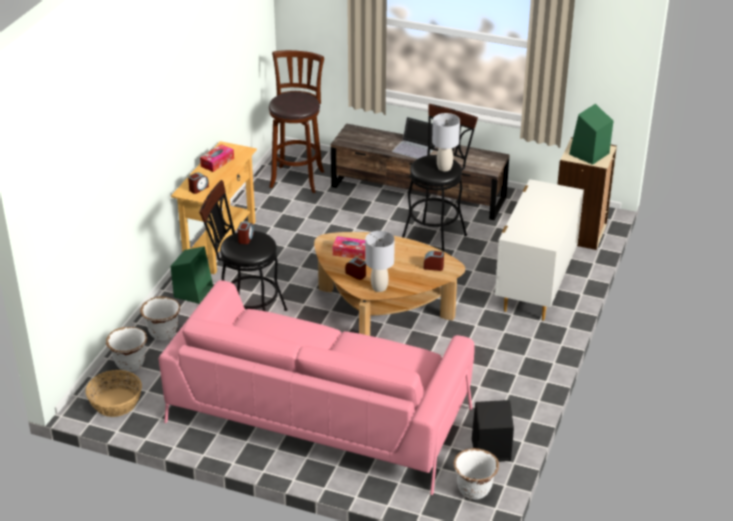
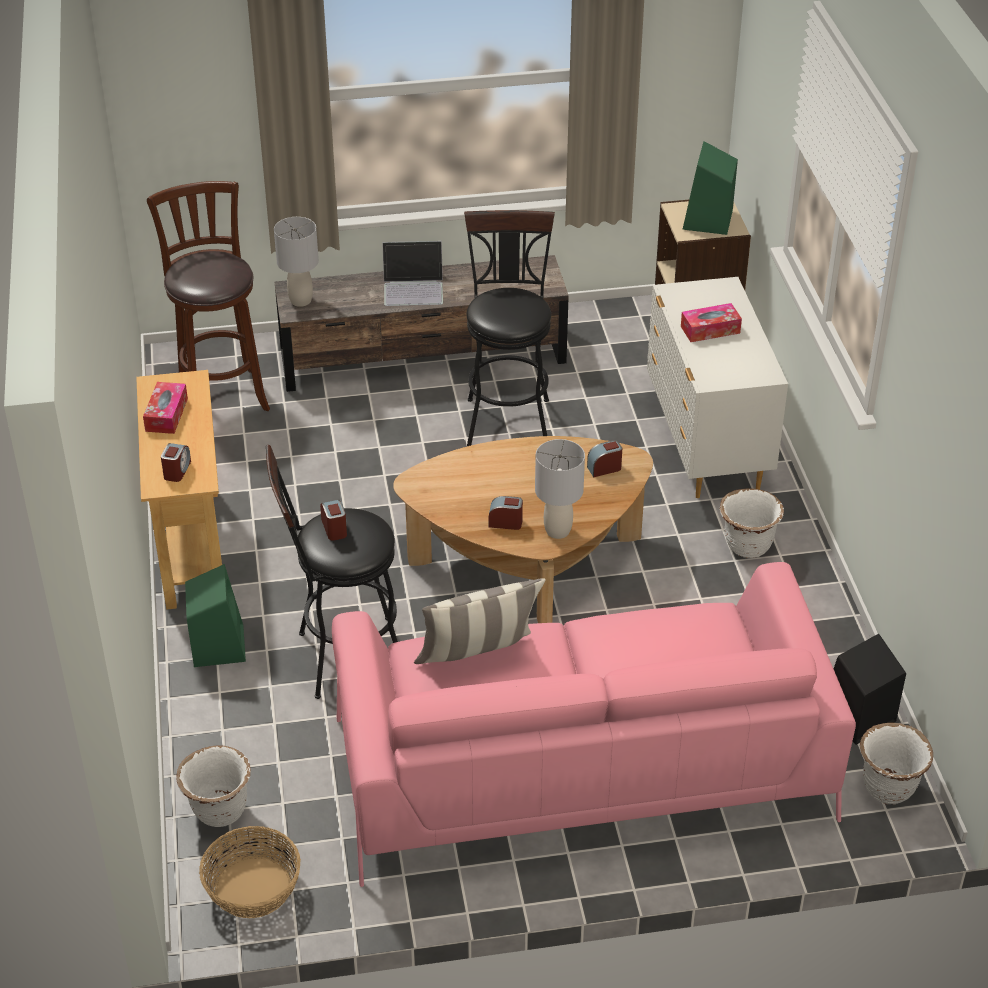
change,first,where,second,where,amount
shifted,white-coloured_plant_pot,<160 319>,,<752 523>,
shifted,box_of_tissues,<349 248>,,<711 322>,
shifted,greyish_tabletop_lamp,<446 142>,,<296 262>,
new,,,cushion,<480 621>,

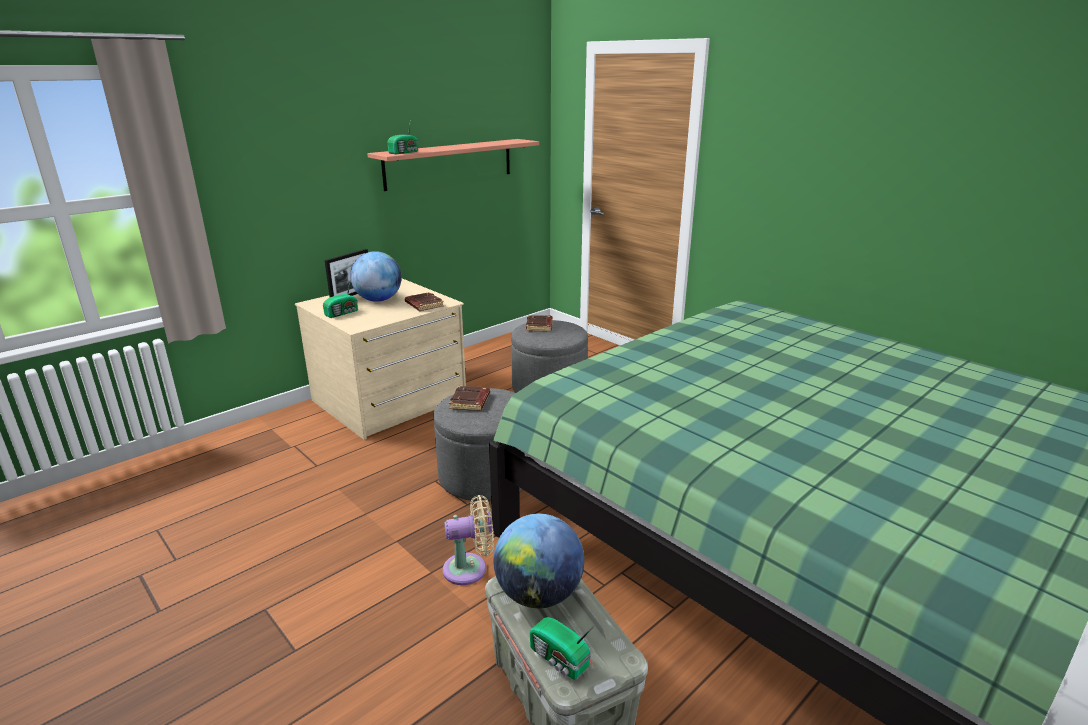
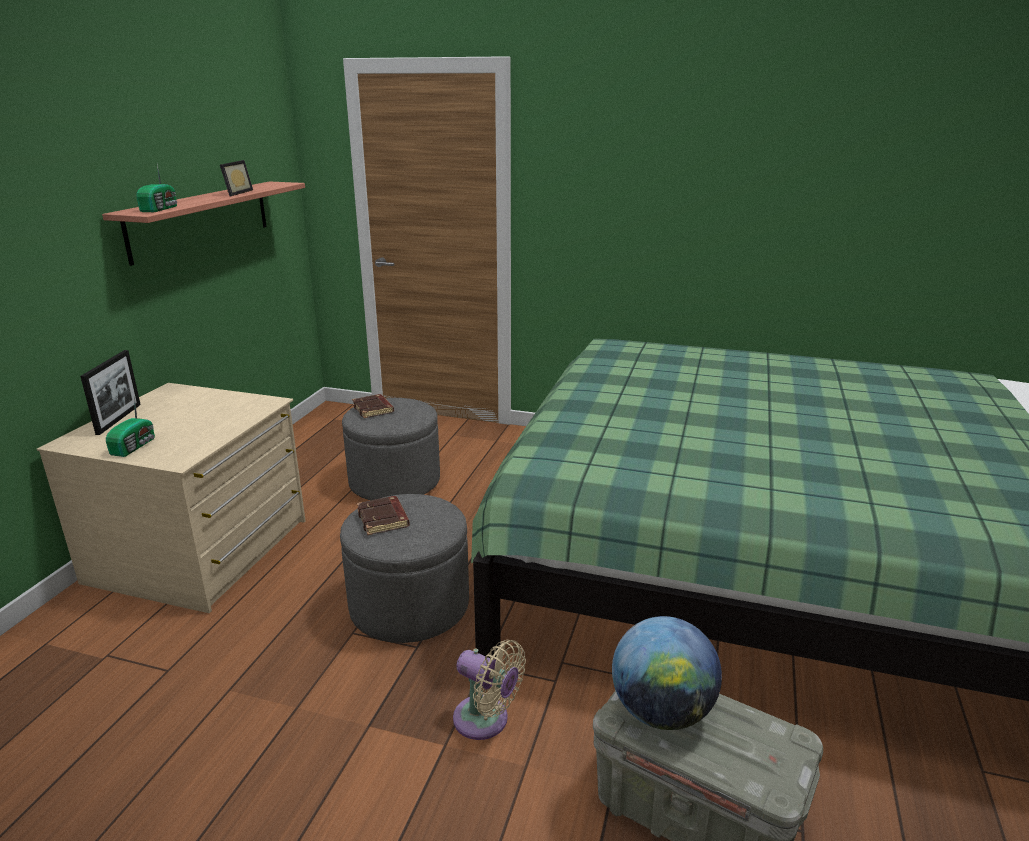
change,first,where,second,where,amount
gone,desk_globe,<376 276>,,,
gone,brownish_volume,<424 301>,,,
rotated,beige_cooling_fan,<468 540>,,<489 690>,75 degrees clockwise
gone,radio_receiver,<563 648>,,,
new,,,photo_frame,<236 178>,

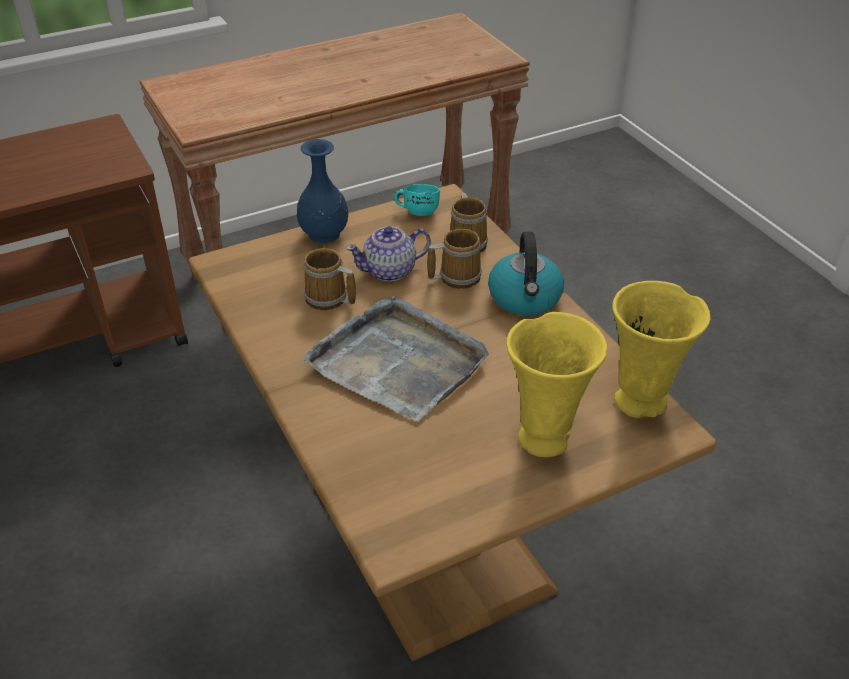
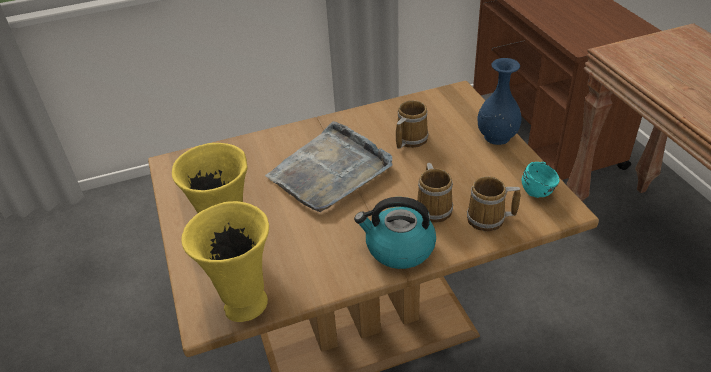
change,first,where,second,where,amount
gone,tea_pot,<388 254>,,,

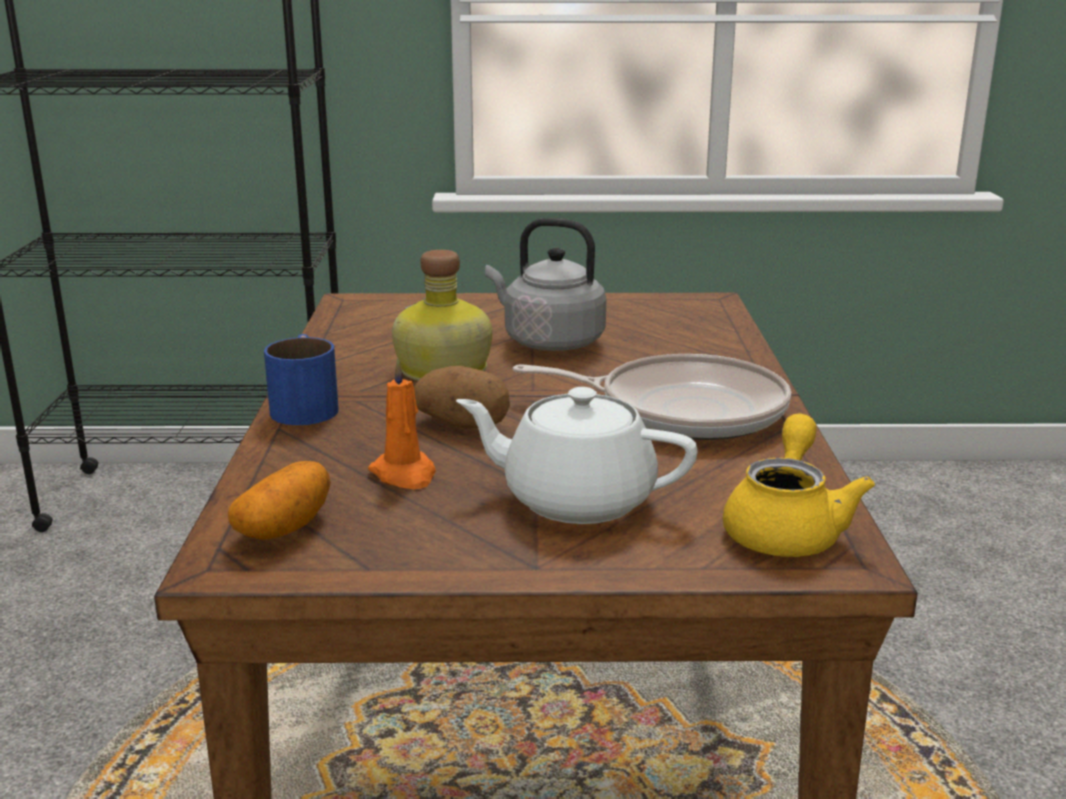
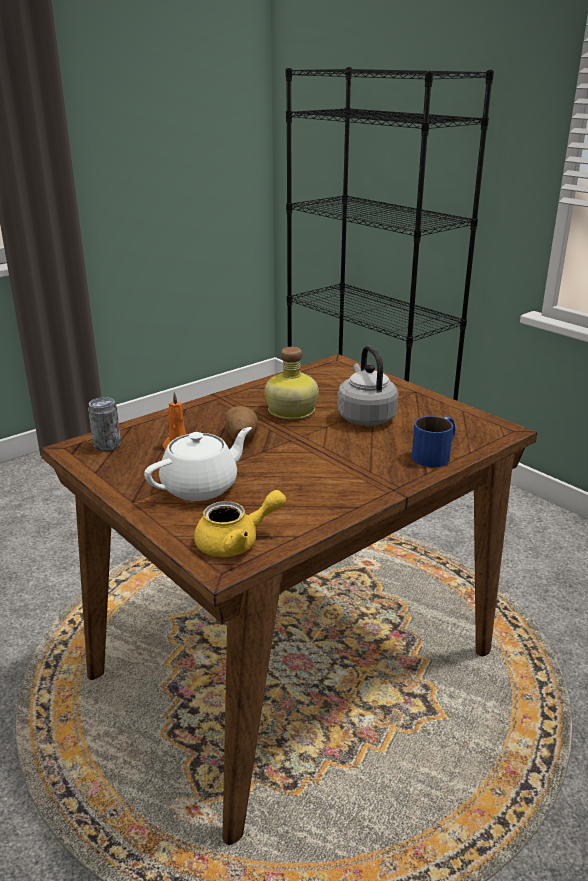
change,first,where,second,where,amount
swapped,whole_potato,<279 500>,sealed_can,<104 424>,
shifted,blue_coffee_mug,<301 379>,,<433 441>,
rotated,white-coloured_tea_pot,<577 455>,,<198 464>,75 degrees clockwise
gone,frying_pan,<652 397>,,,

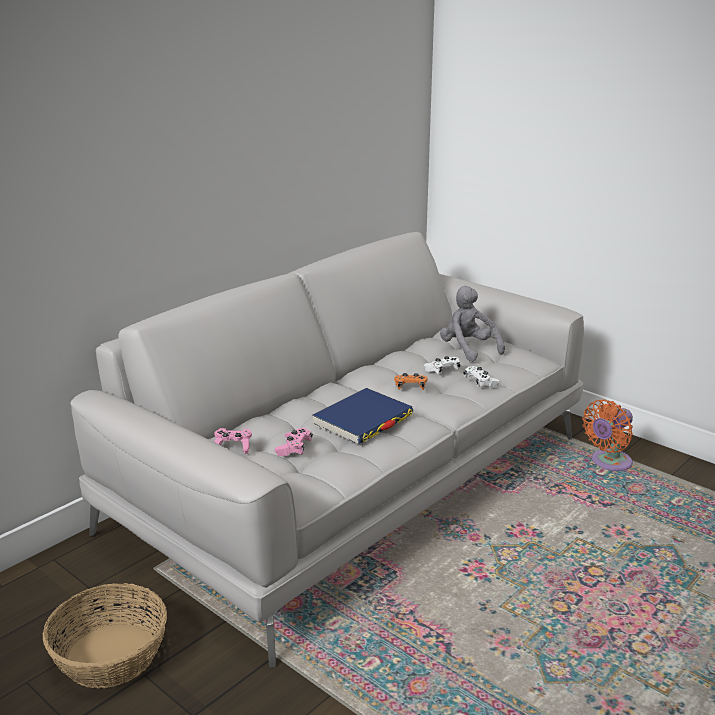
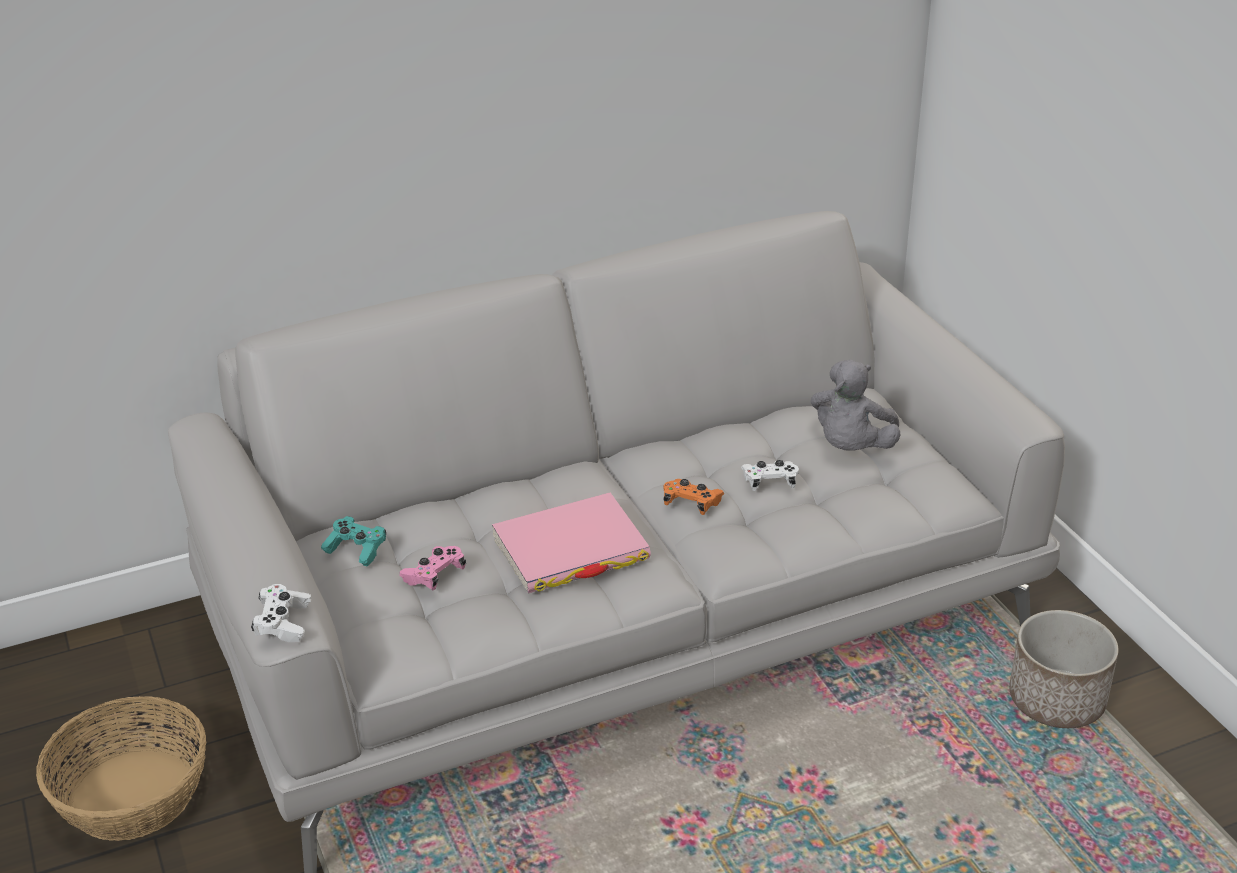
change,first,where,second,where,amount
repainted,pink_gamepad,<233 441>,turquoise-coloured_gamepad,<353 541>,
repainted,blue_volume,<362 416>,pink_volume,<571 543>,
rotated,greyish_cuddly_toy,<472 324>,,<855 405>,150 degrees counterclockwise
shifted,white-coloured_gamepad,<482 377>,,<281 613>,
swapped,orangey_cooling_fan,<607 435>,plant_pot,<1064 669>,

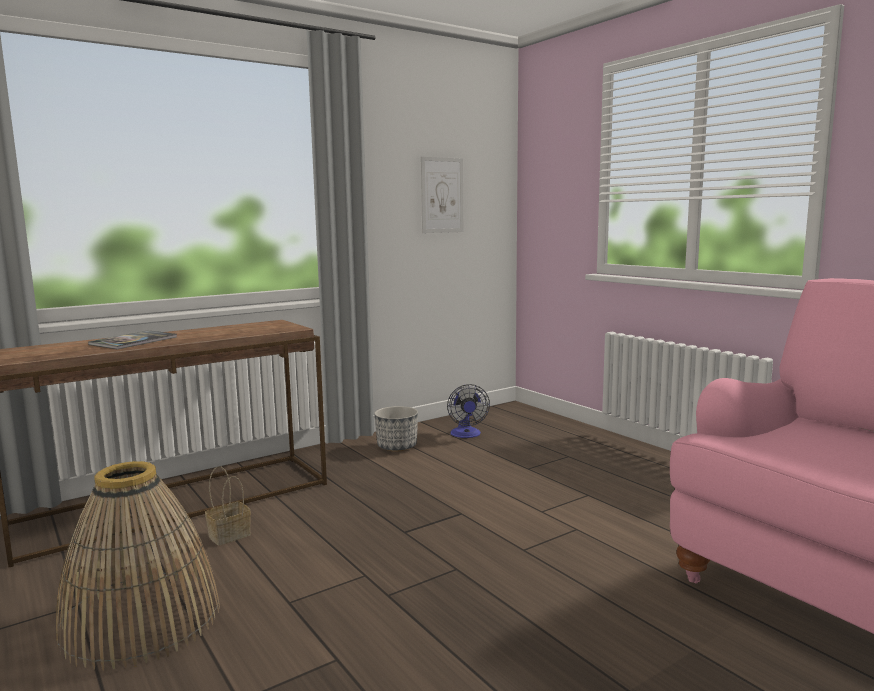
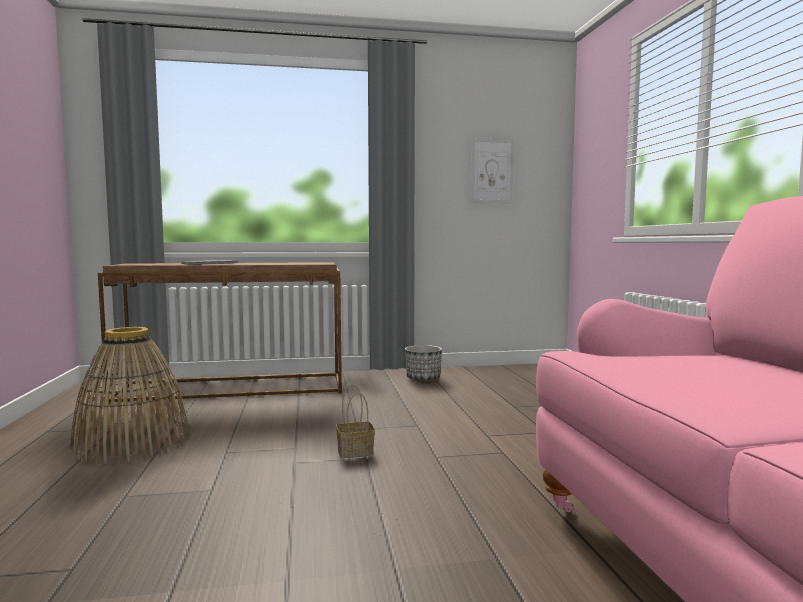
change,first,where,second,where,amount
shifted,basket,<228 506>,,<355 421>,
gone,cooling_fan,<468 411>,,,

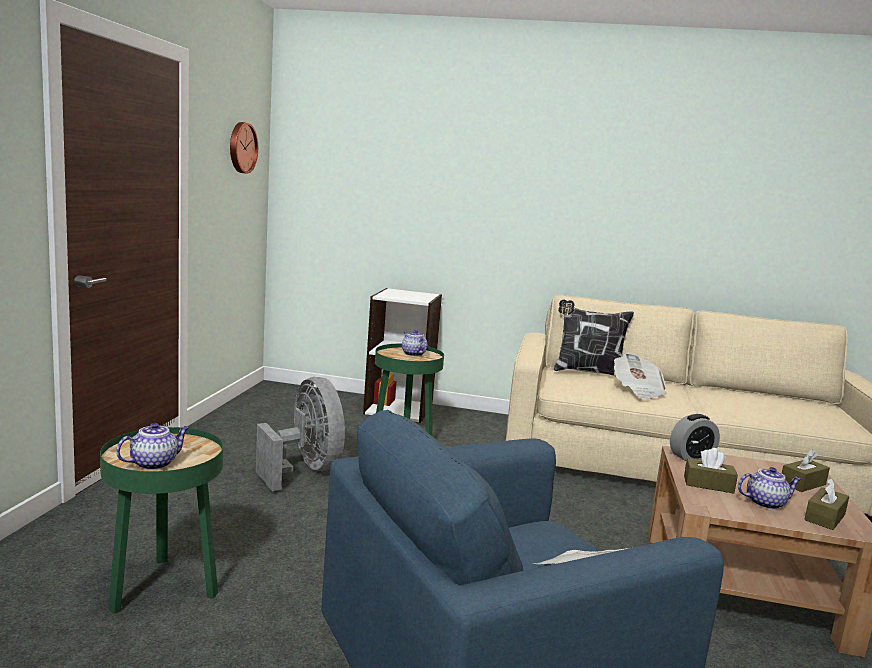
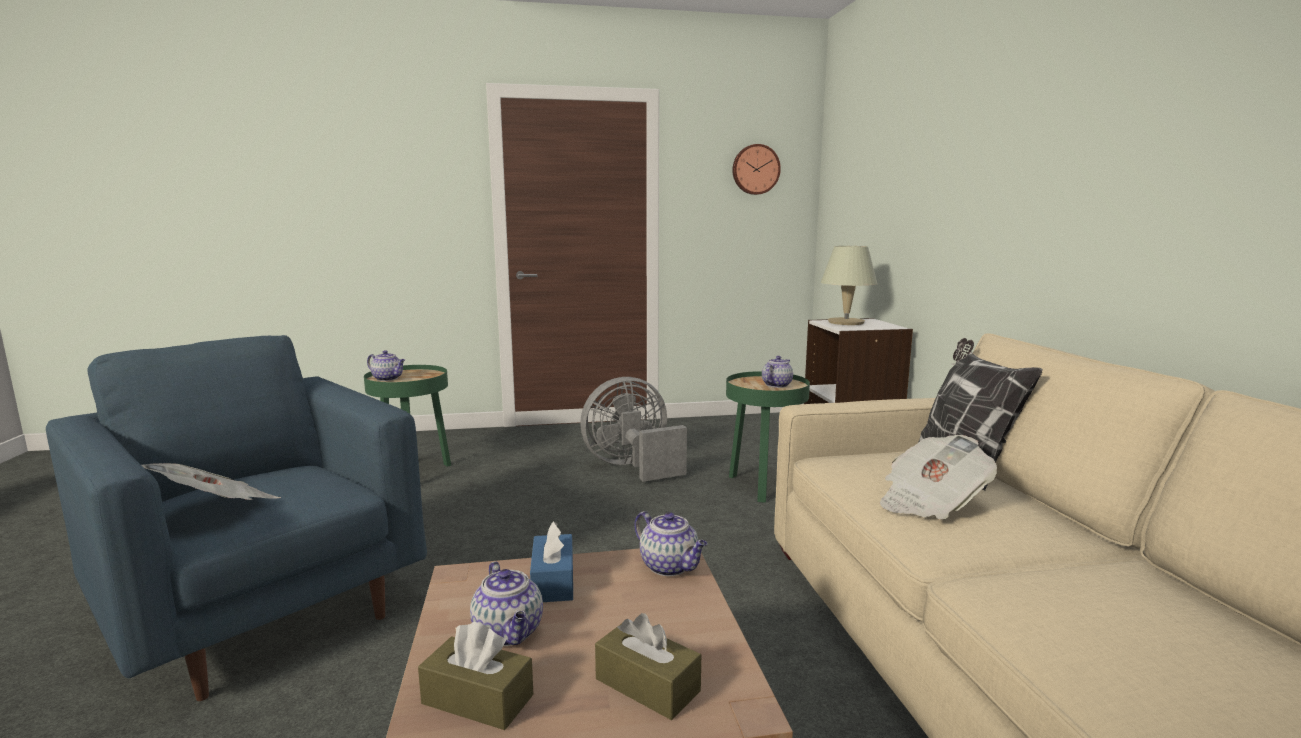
change,first,where,second,where,amount
rotated,greyish_cooling_fan,<300 434>,,<633 429>,150 degrees counterclockwise
swapped,table_clock,<695 437>,tea_pot,<671 543>,
repainted,brownish_box_of_tissues,<711 471>,blue_box_of_tissues,<551 562>,
new,,,beige_tabletop_lamp,<849 285>,

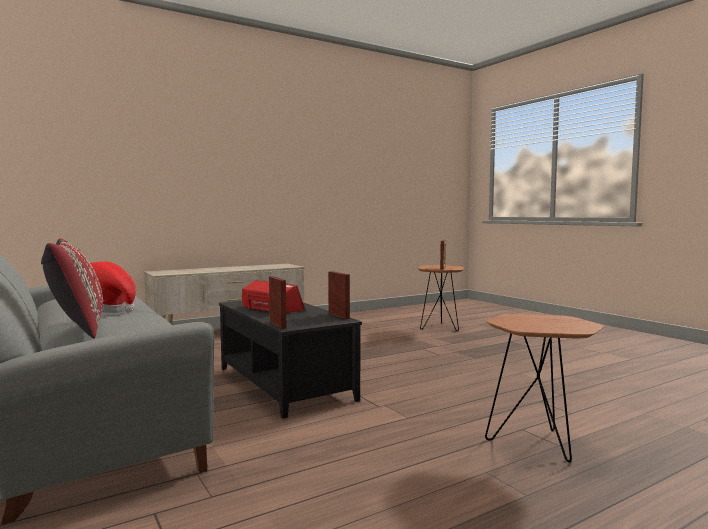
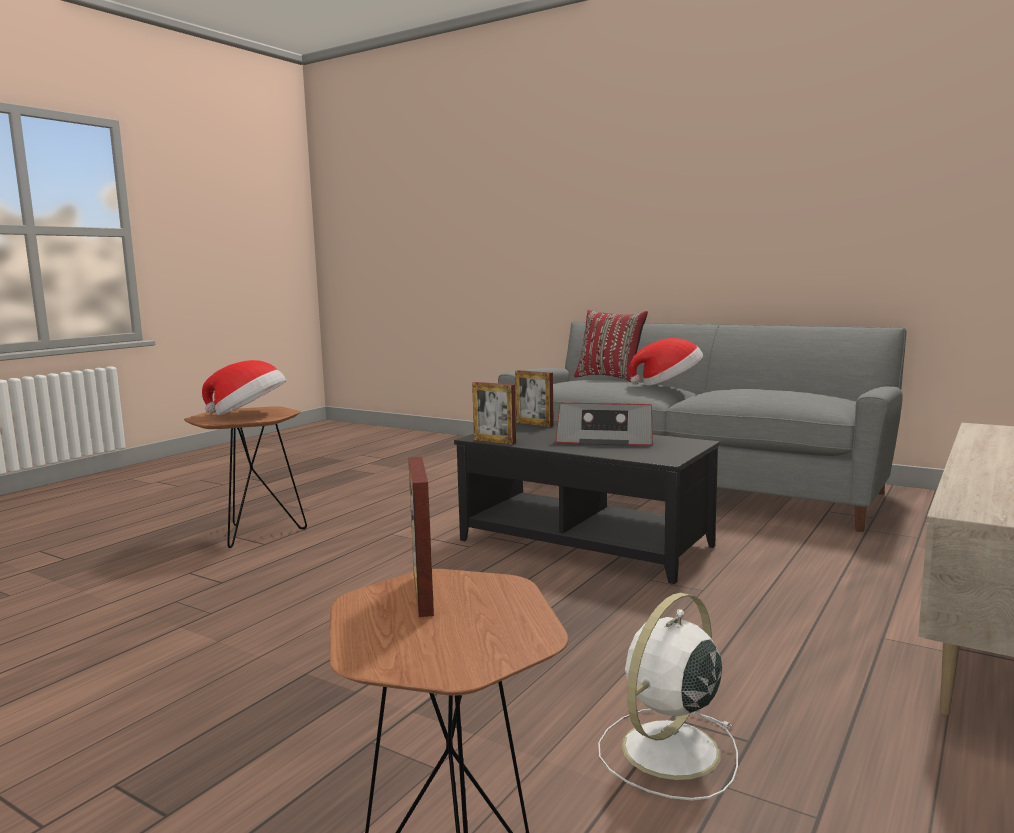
change,first,where,second,where,amount
new,,,hat,<244 388>,
new,,,white-coloured_cooling_fan,<668 696>,

